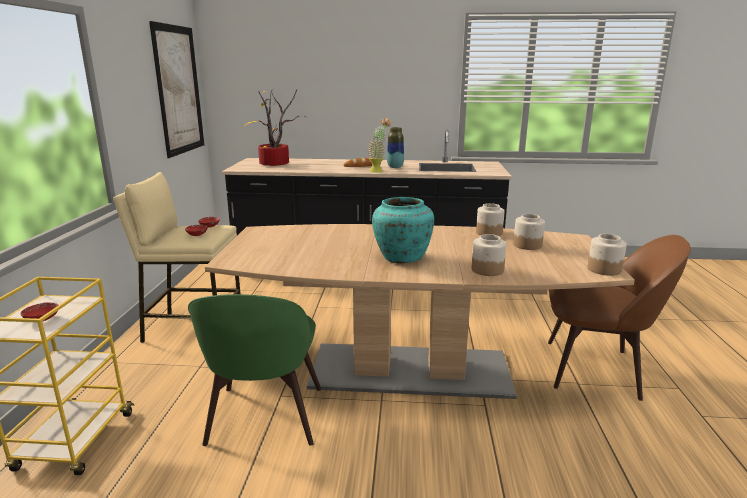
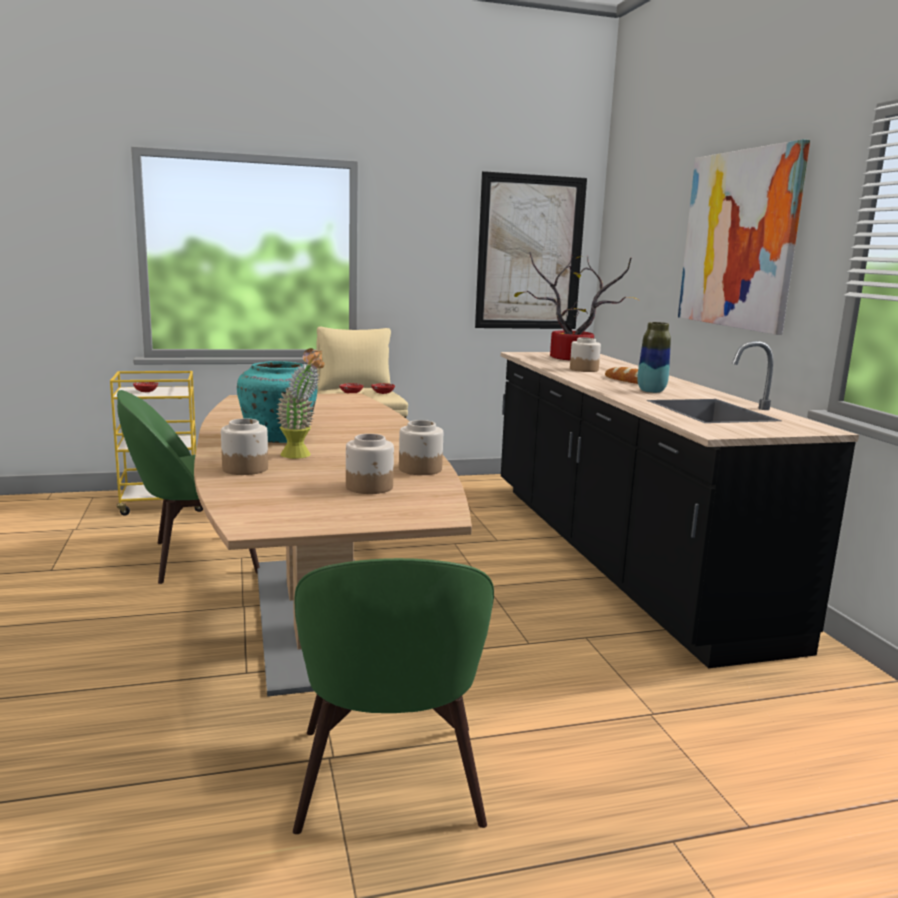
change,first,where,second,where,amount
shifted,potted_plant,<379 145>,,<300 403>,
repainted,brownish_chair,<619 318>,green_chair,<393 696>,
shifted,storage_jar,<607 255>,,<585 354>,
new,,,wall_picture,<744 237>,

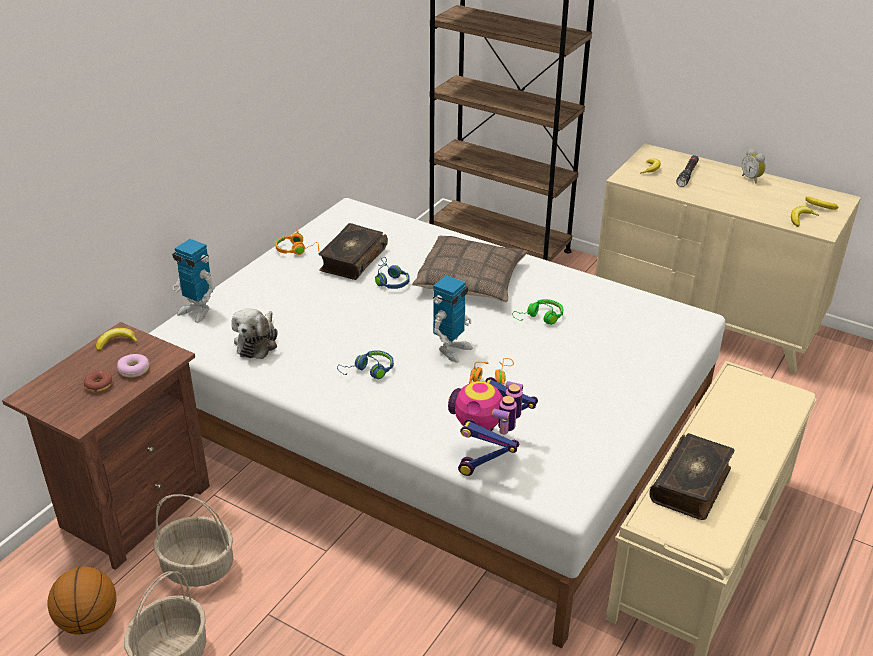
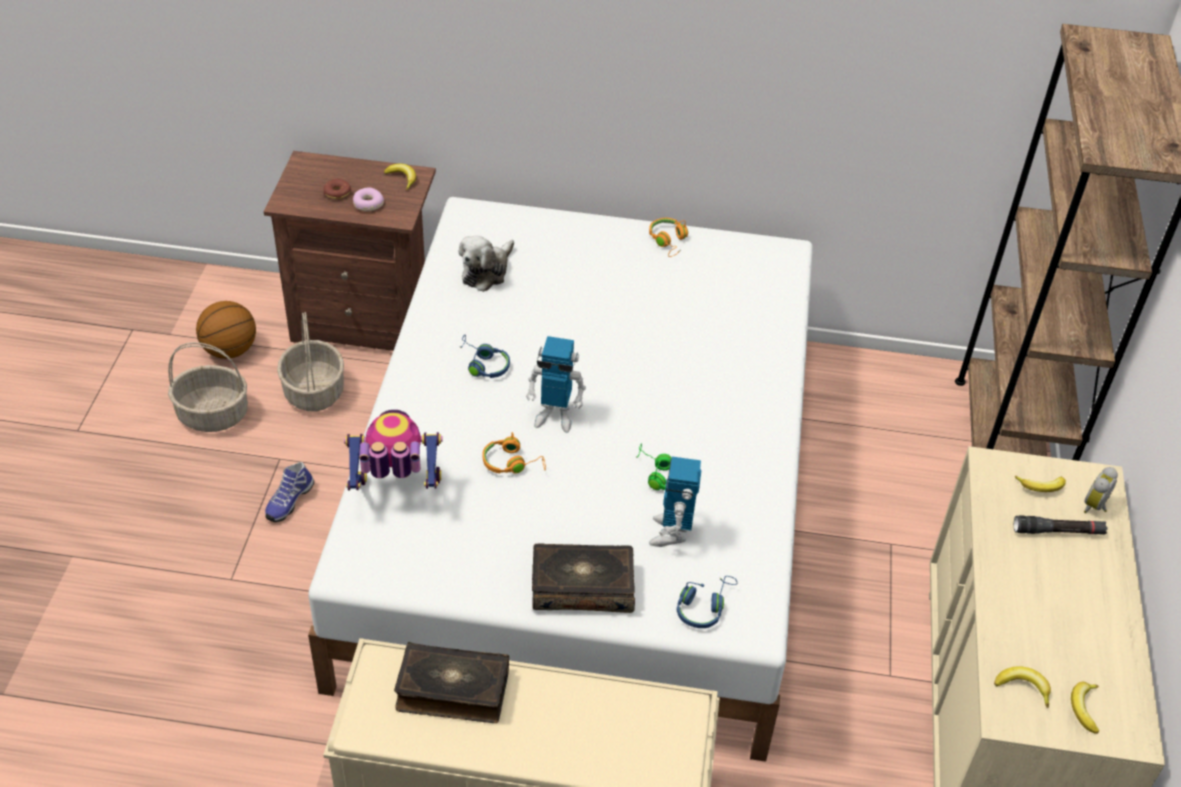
change,first,where,second,where,amount
shifted,model_robot,<193 281>,,<675 502>,
rotated,cuddly_toy,<254 333>,,<486 264>,45 degrees counterclockwise
shifted,volume,<353 251>,,<583 578>,
shifted,blue_pair_of_headphones,<392 273>,,<707 602>,
gone,cushion,<470 269>,,,
shifted,table_clock,<754 166>,,<1101 490>,
new,,,shoe,<289 492>,

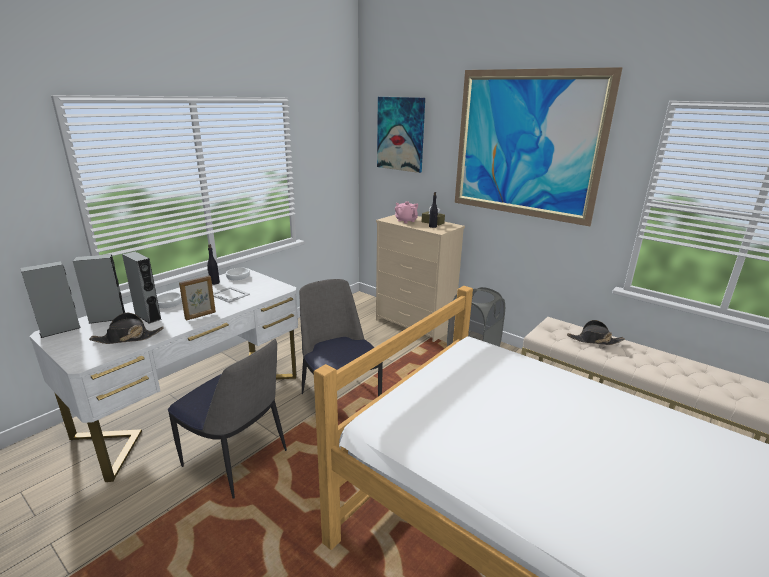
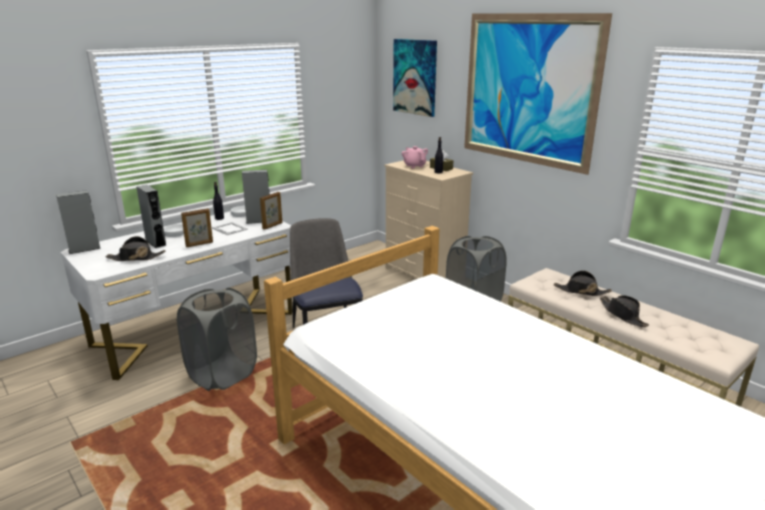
change,first,where,second,where,amount
shifted,greyish_loudspeaker,<99 289>,,<256 197>,
swapped,chair,<227 419>,greyish_hamper,<217 339>,
new,,,photo_frame,<271 211>,
new,,,blackish_hat,<624 311>,

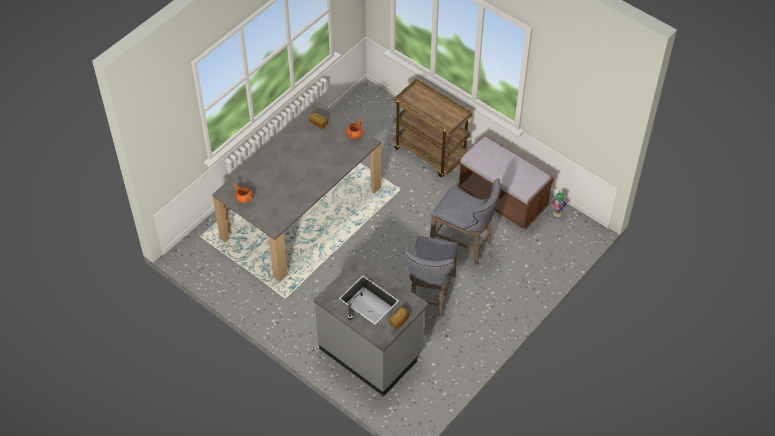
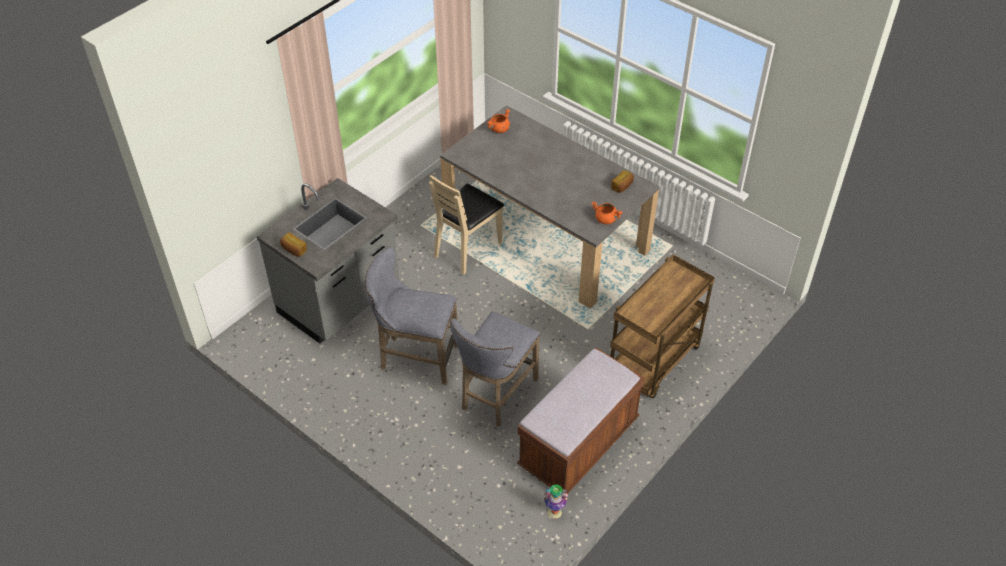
change,first,where,second,where,amount
new,,,beige_chair,<466 224>,

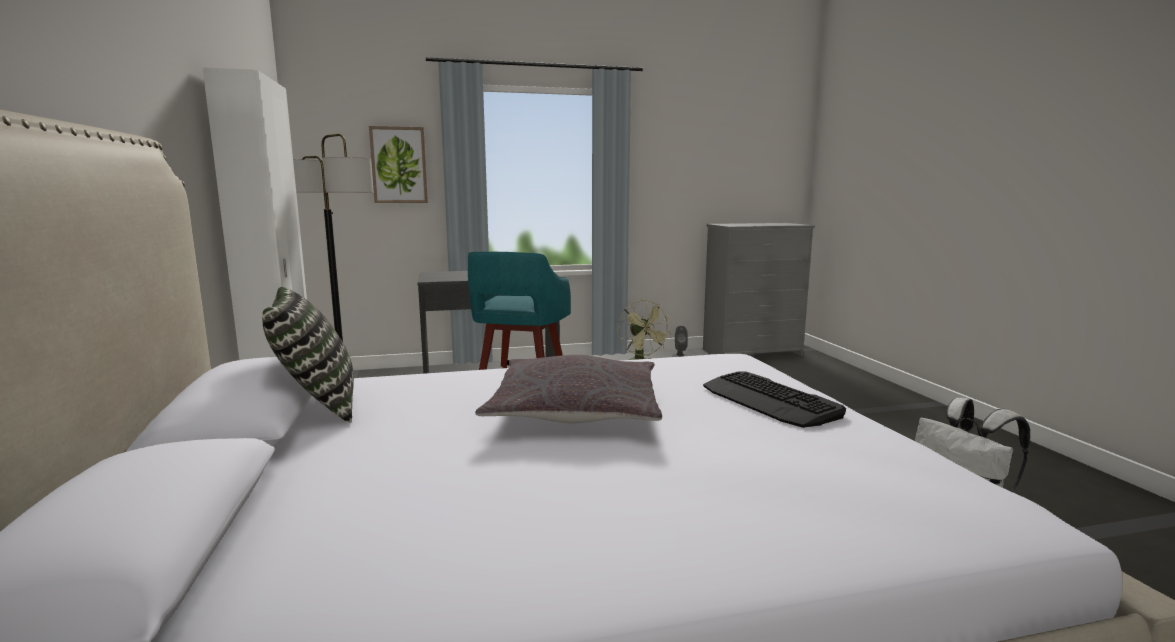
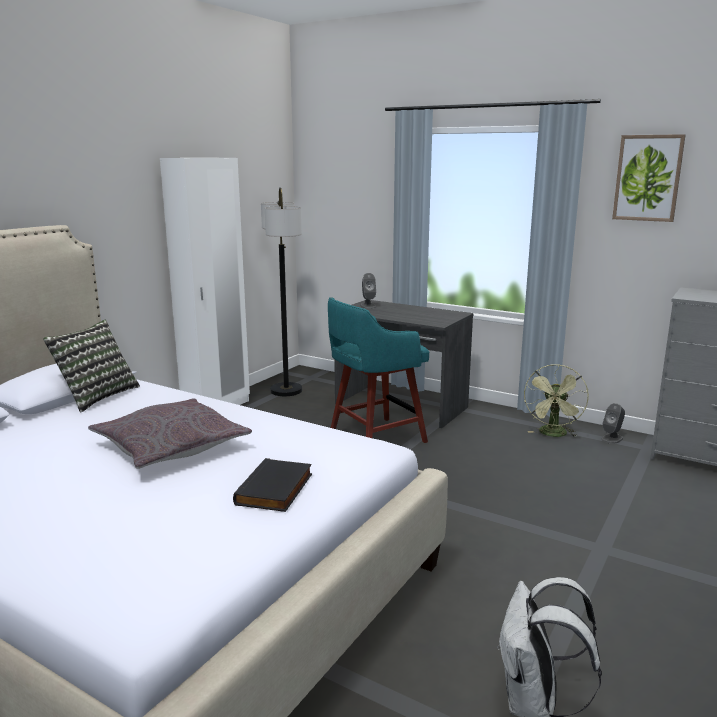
change,first,where,second,where,amount
shifted,wall_picture,<398 164>,,<648 178>,
swapped,keyboard,<774 399>,blackish_volume,<272 485>,
new,,,greyish_loudspeaker,<368 291>,

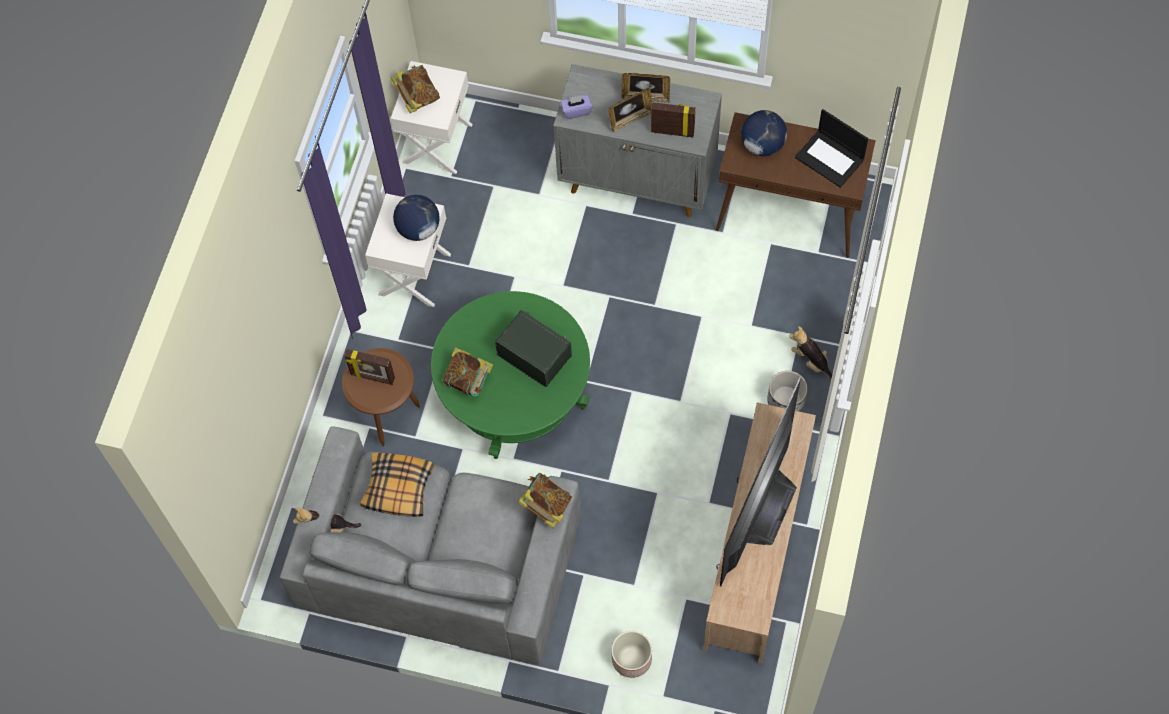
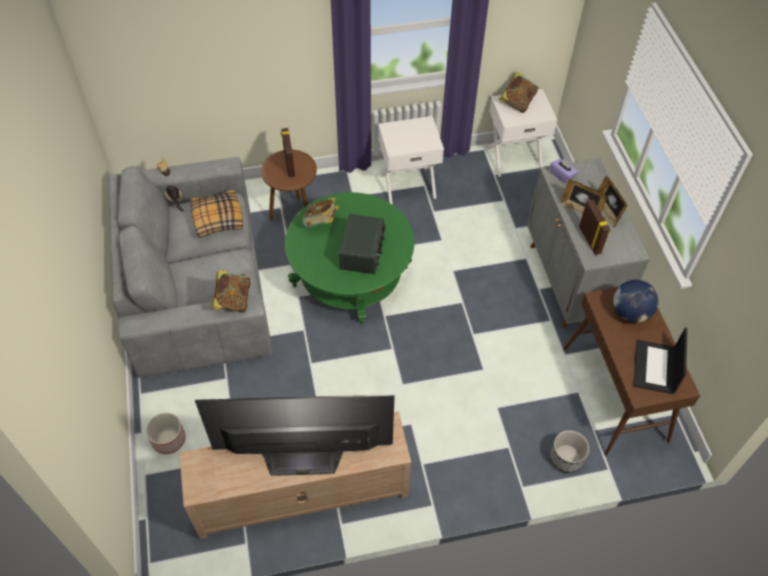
change,first,where,second,where,amount
gone,desk_globe,<416 218>,,,
shifted,plant_pot,<787 391>,,<569 451>,
gone,cuddly_toy,<810 352>,,,

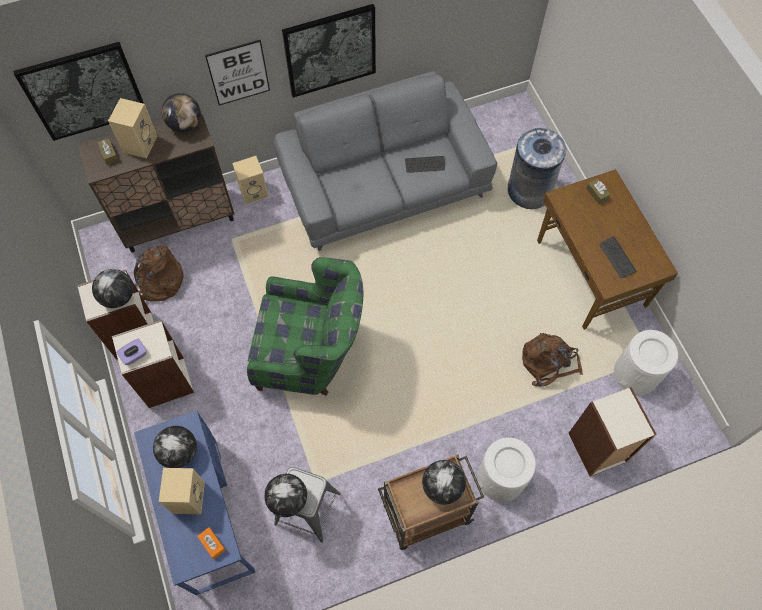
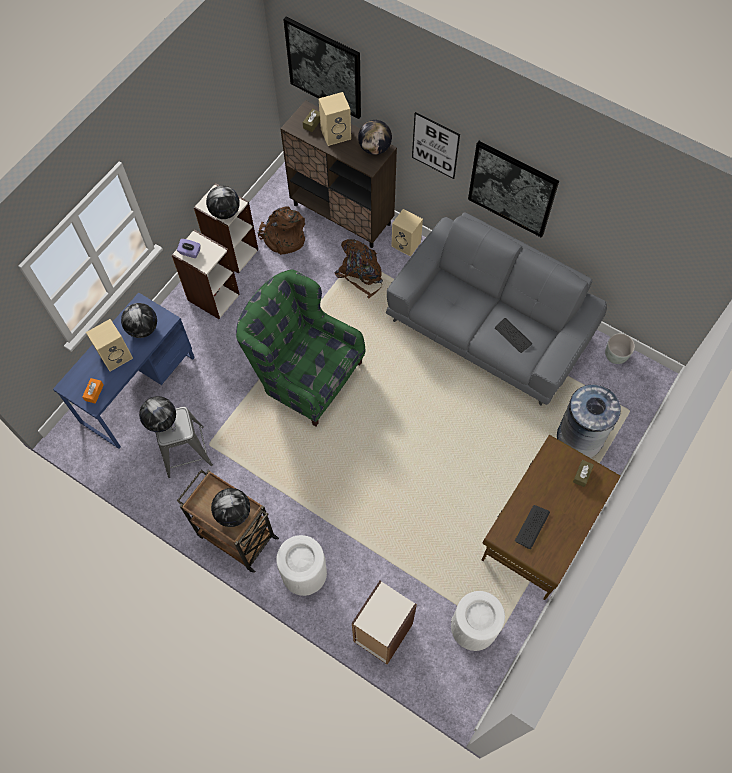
change,first,where,second,where,amount
rotated,green_armchair,<305 326>,,<300 347>,150 degrees clockwise
shifted,brownish_backpack,<552 360>,,<358 269>,
new,,,greyish_plant_pot,<620 348>,

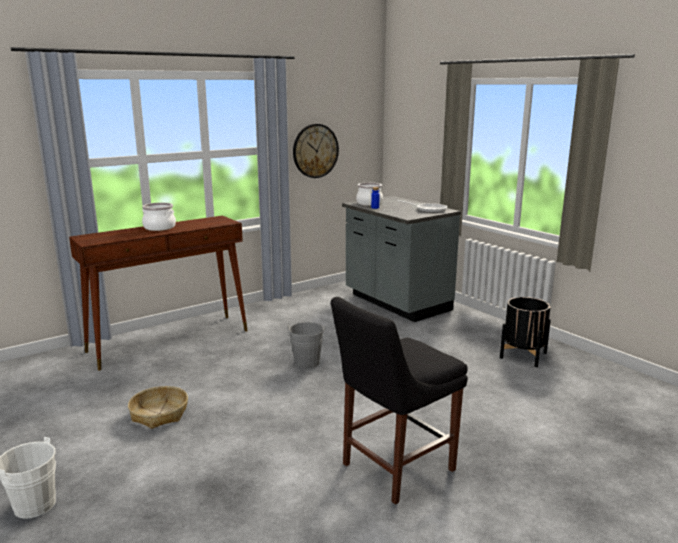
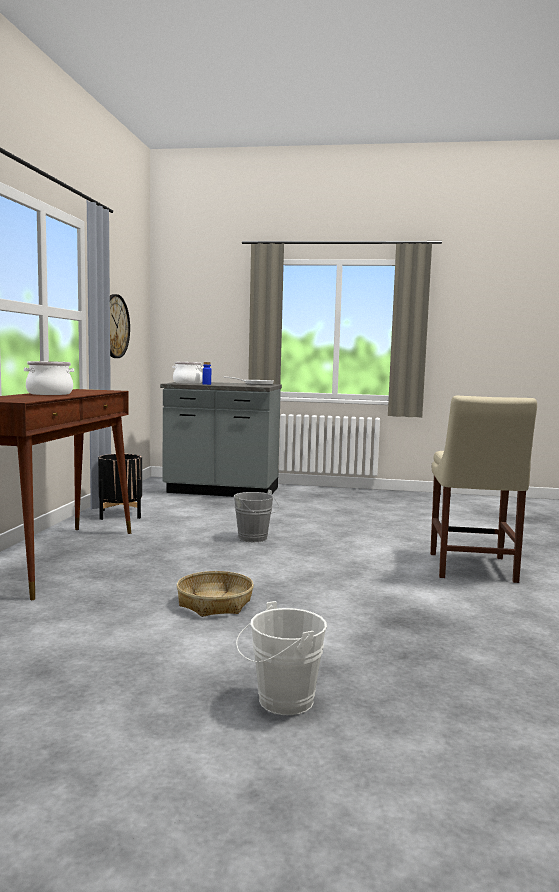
change,first,where,second,where,amount
repainted,blackish_chair,<399 401>,beige_chair,<483 489>,
shifted,blackish_plant_pot,<525 332>,,<120 487>,

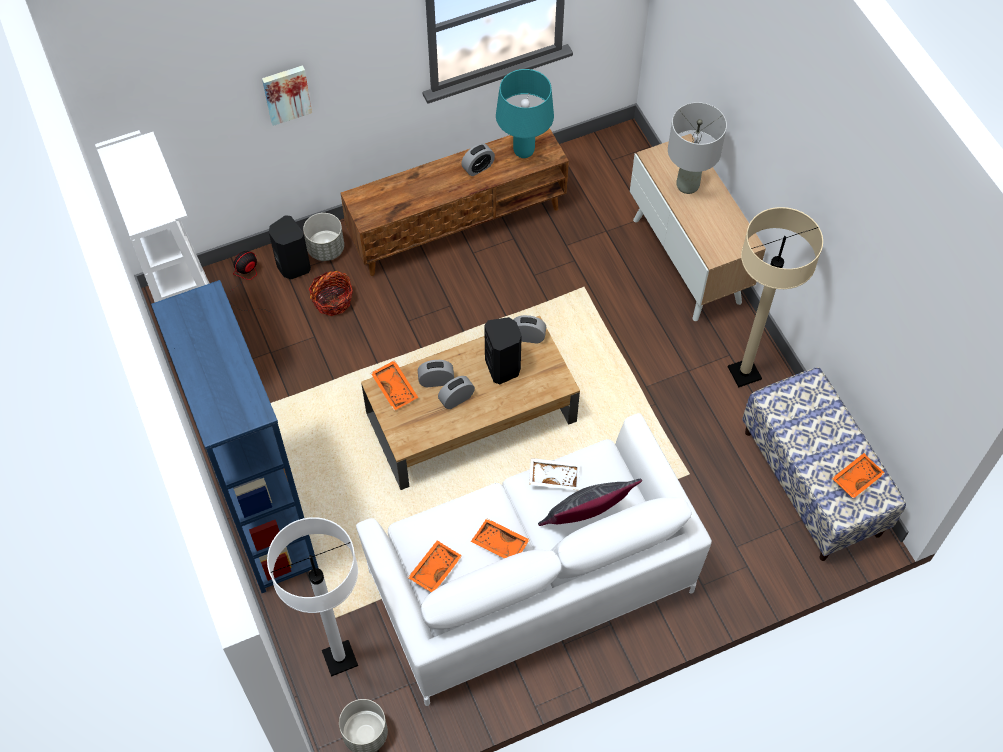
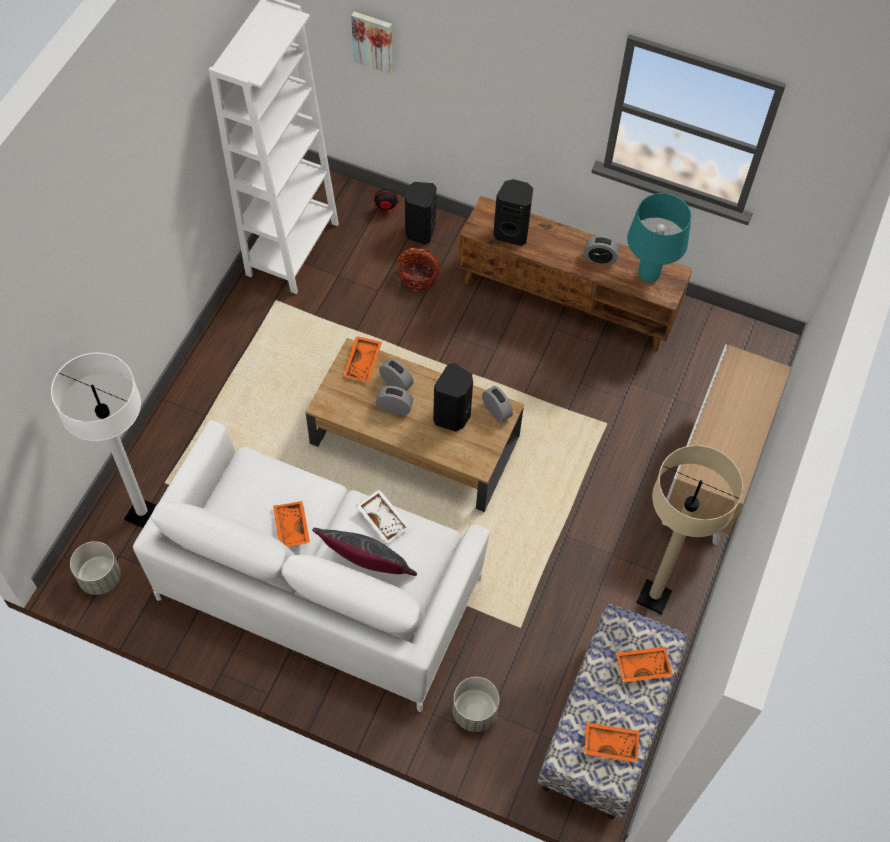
change,first,where,second,where,amount
gone,blue_bookshelf,<235 436>,,,
shifted,wall_picture,<287 95>,,<372 43>,
shifted,greyish_plant_pot,<323 237>,,<476 704>,
shifted,orangey_tray,<435 566>,,<644 664>,
gone,greyish_tabletop_lamp,<697 148>,,,
new,,,blackish_loudspeaker,<513 212>,

